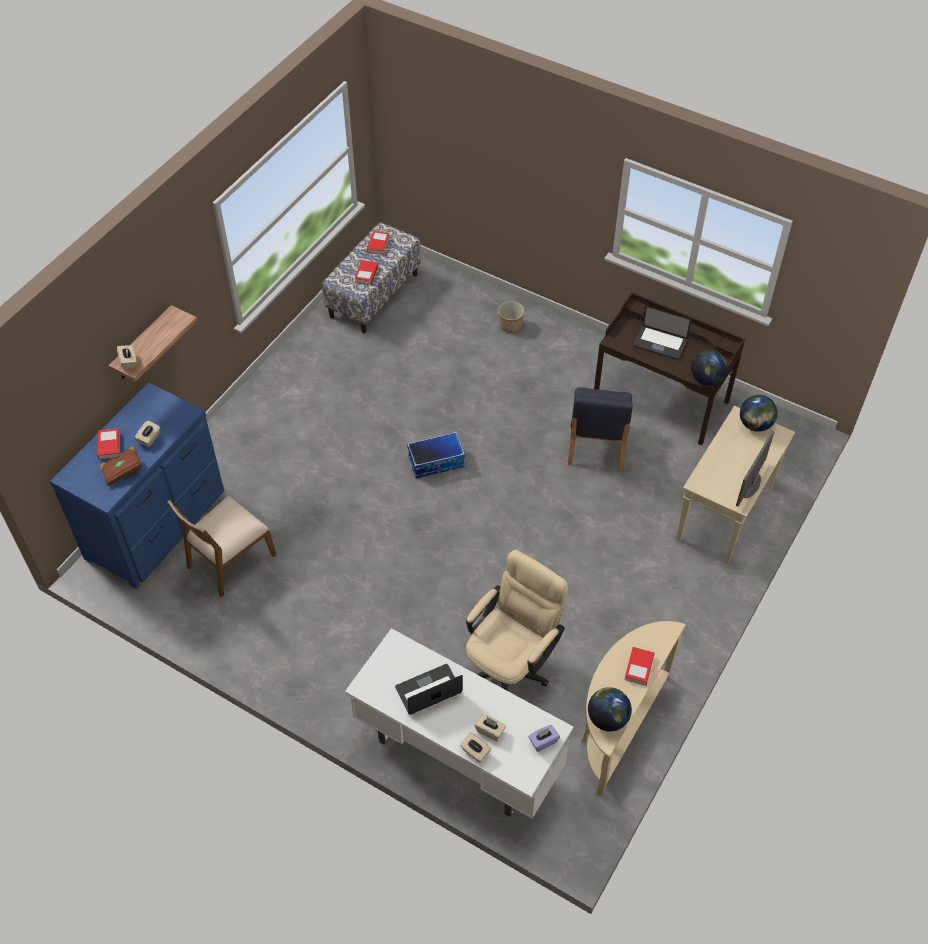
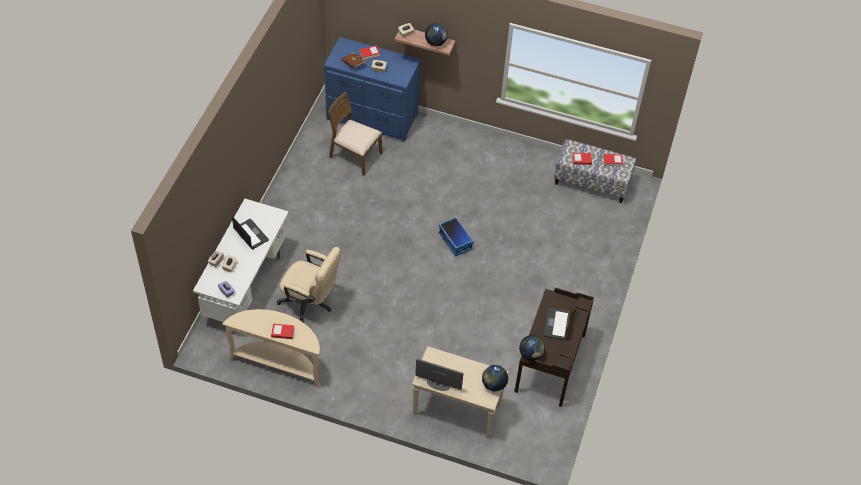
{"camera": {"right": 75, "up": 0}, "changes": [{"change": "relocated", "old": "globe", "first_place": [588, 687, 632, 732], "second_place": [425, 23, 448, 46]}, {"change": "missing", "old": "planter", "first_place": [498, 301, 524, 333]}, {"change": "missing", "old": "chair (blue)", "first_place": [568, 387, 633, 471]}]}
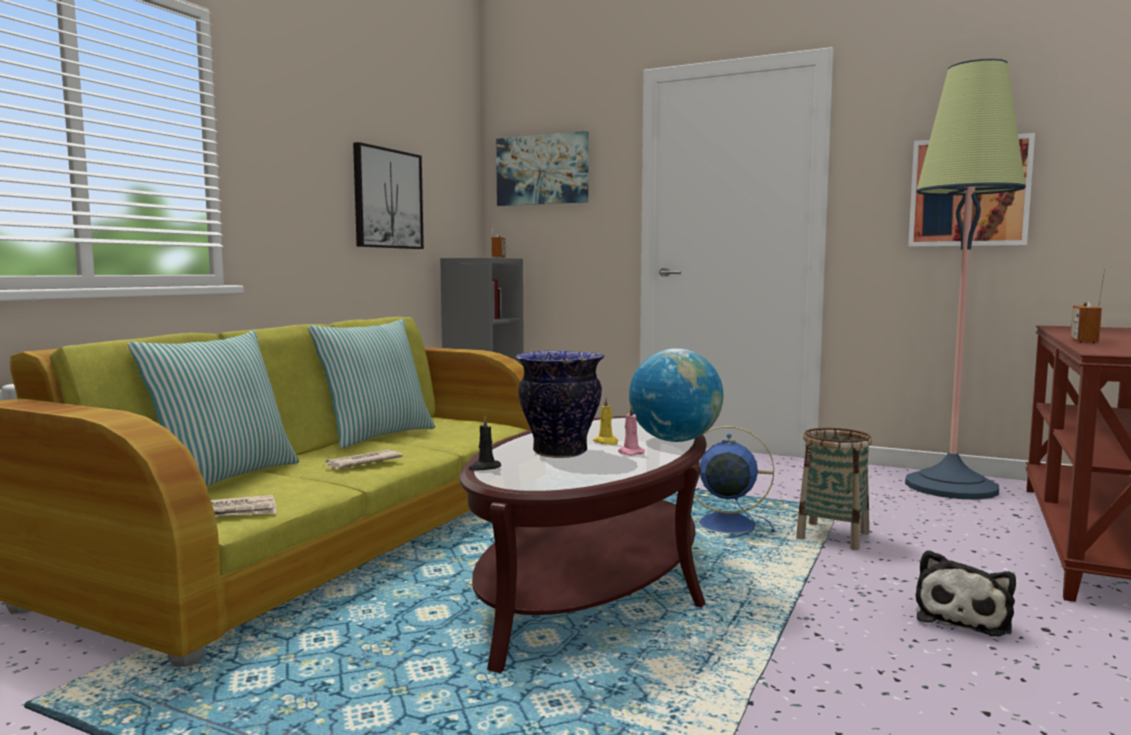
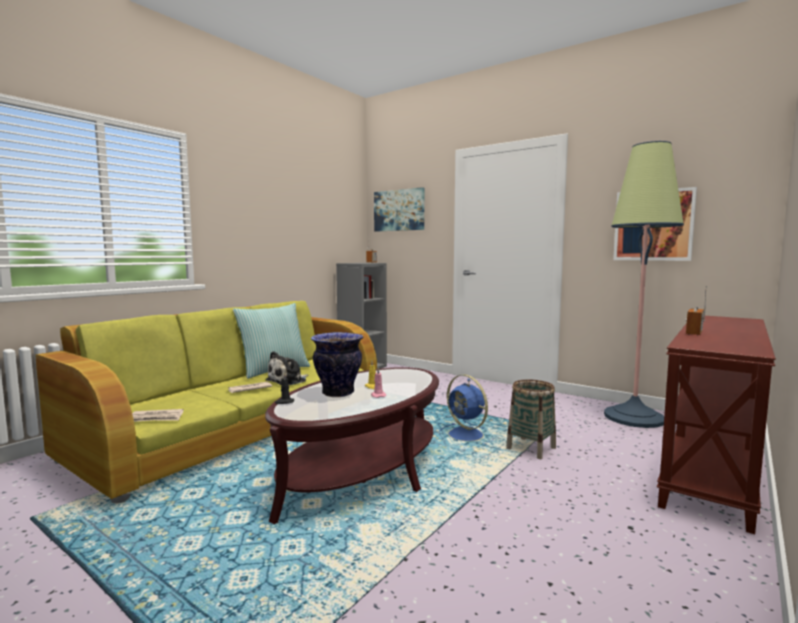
{"camera": {"right": 10, "up": 0}, "changes": [{"change": "relocated", "old": "plush toy", "first_place": [916, 550, 1016, 636], "second_place": [266, 351, 308, 385]}, {"change": "spun", "old": "fan (blue)", "first_place": [694, 426, 775, 538], "second_place": [439, 375, 495, 444], "degrees": -150}, {"change": "missing", "old": "pillow", "first_place": [127, 330, 299, 486]}, {"change": "missing", "old": "picture", "first_place": [353, 142, 424, 249]}, {"change": "missing", "old": "globe", "first_place": [629, 348, 723, 442]}]}
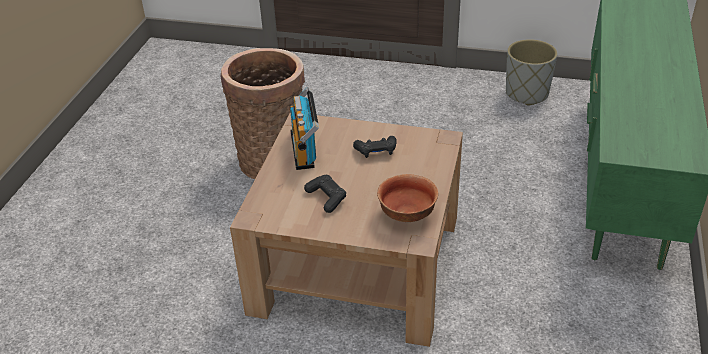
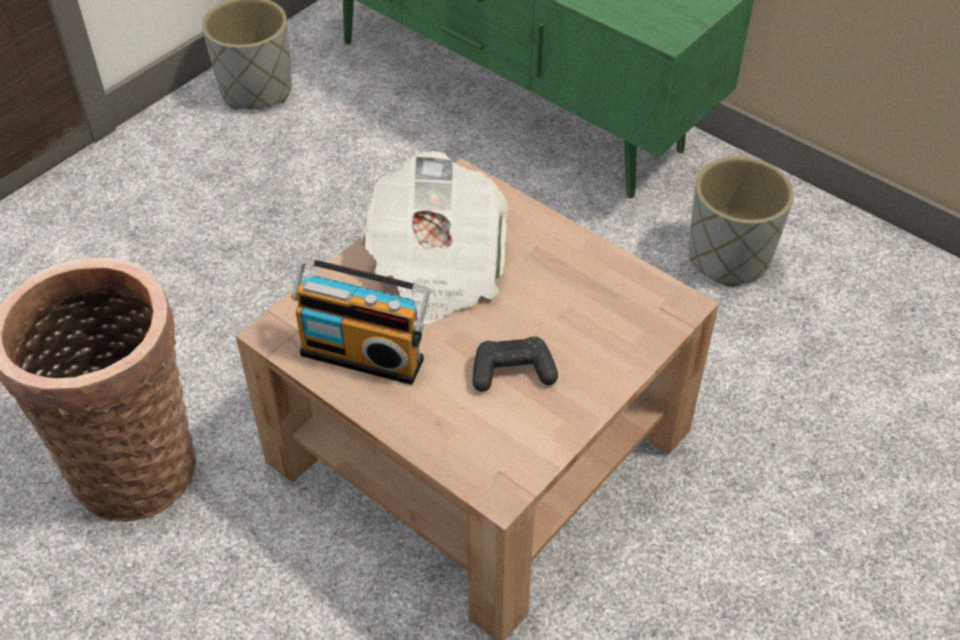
{"camera": {"right": -65, "up": 10}, "changes": [{"change": "exchanged", "old": "game controller (black)", "new": "newspaper", "first_place": [353, 136, 397, 158], "second_place": [361, 151, 508, 324]}, {"change": "appeared", "new": "planter (grey)", "second_place": [689, 156, 794, 287]}, {"change": "missing", "old": "bowl", "first_place": [377, 174, 438, 222]}]}
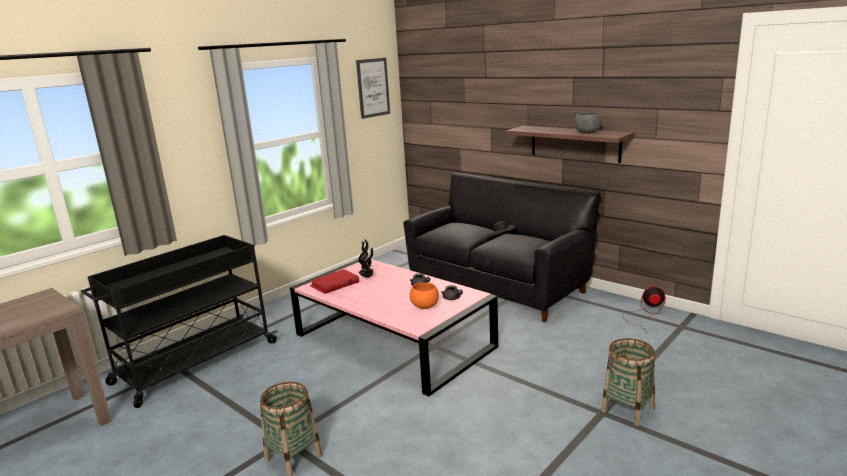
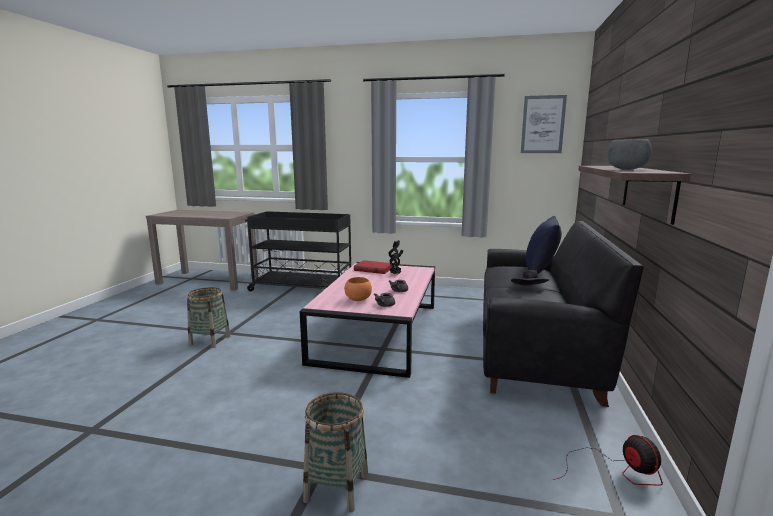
{"camera": {"right": 60, "up": -5}, "changes": [{"change": "appeared", "new": "pillow (blue)", "second_place": [526, 216, 562, 274]}]}
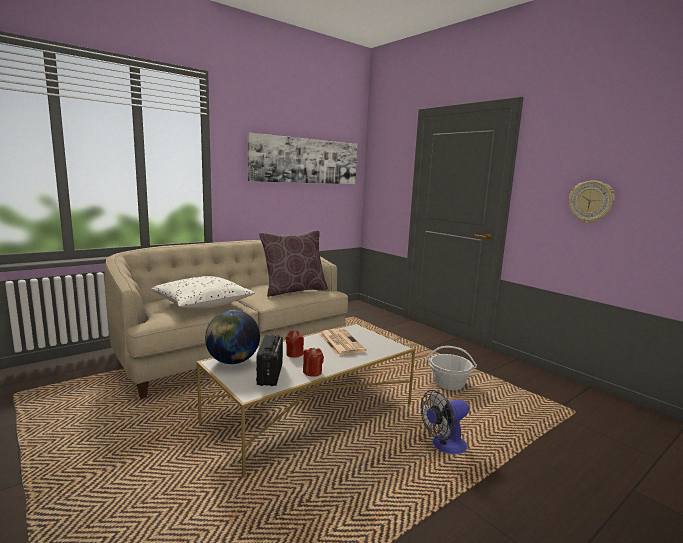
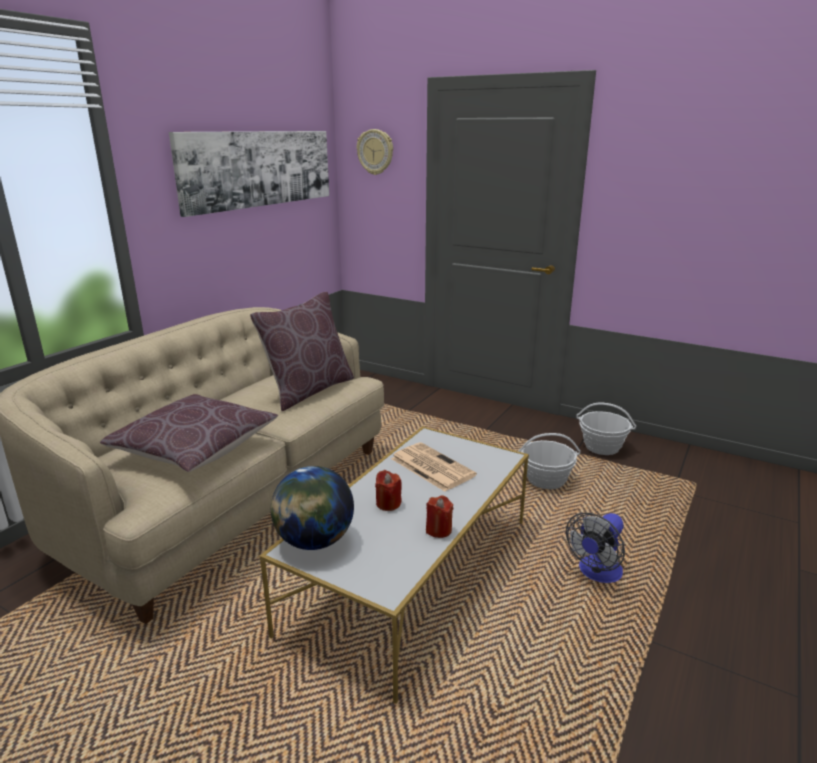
{"camera": {"right": -20, "up": 10}, "changes": [{"change": "colour", "old": "pillow (white)", "new": "pillow (brown)", "first_place": [151, 276, 255, 309], "second_place": [100, 394, 278, 472]}, {"change": "relocated", "old": "wall clock", "first_place": [569, 180, 615, 223], "second_place": [357, 129, 393, 175]}, {"change": "appeared", "new": "basket", "second_place": [576, 403, 636, 455]}, {"change": "missing", "old": "radio", "first_place": [256, 335, 283, 386]}]}
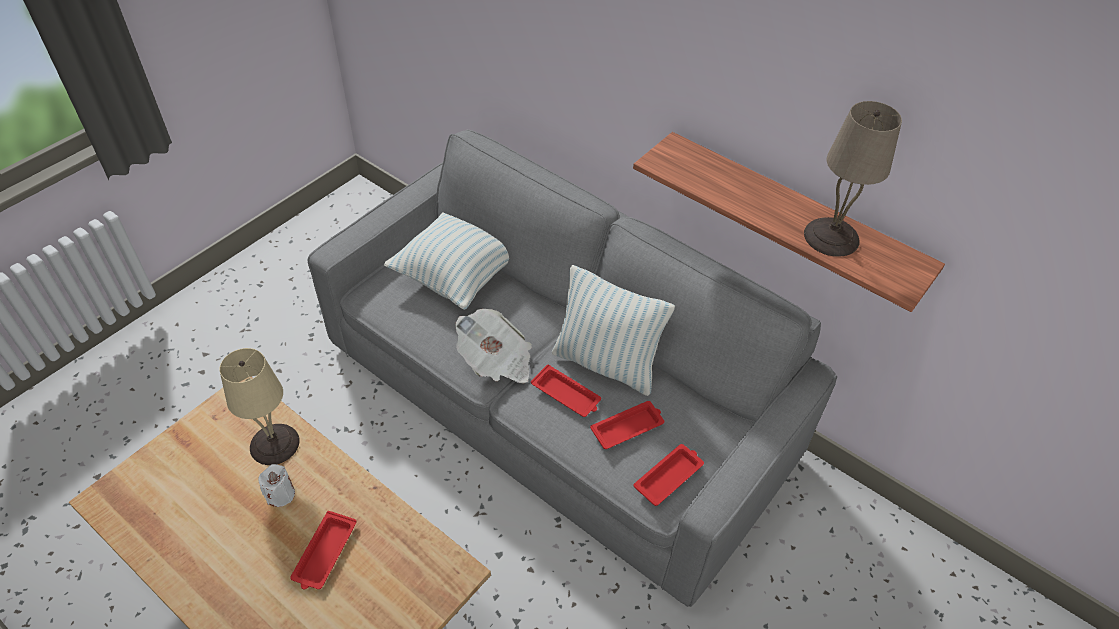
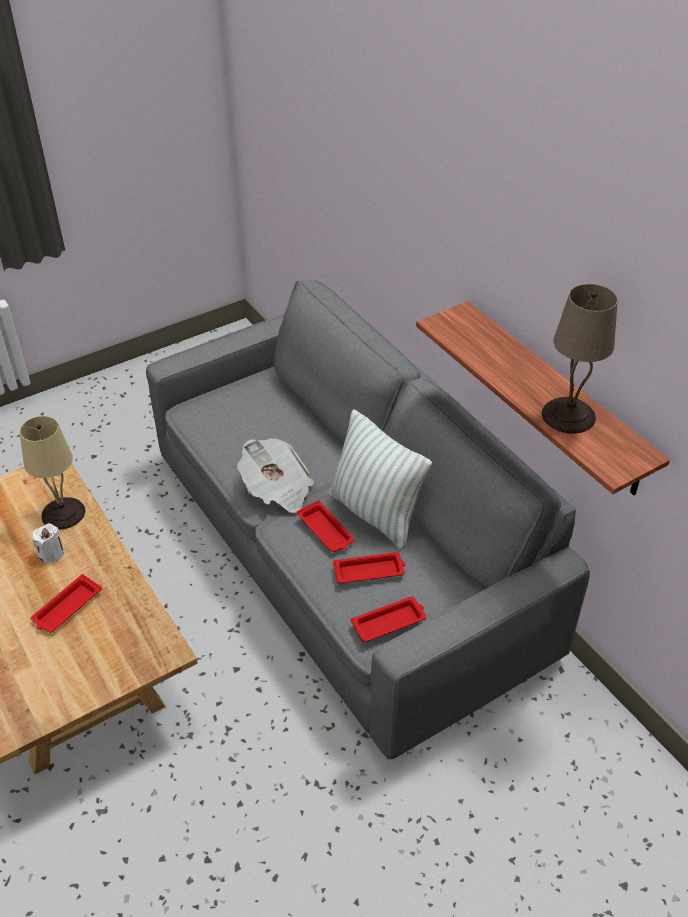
{"camera": {"right": 20, "up": -5}, "changes": [{"change": "missing", "old": "pillow", "first_place": [384, 212, 509, 310]}]}
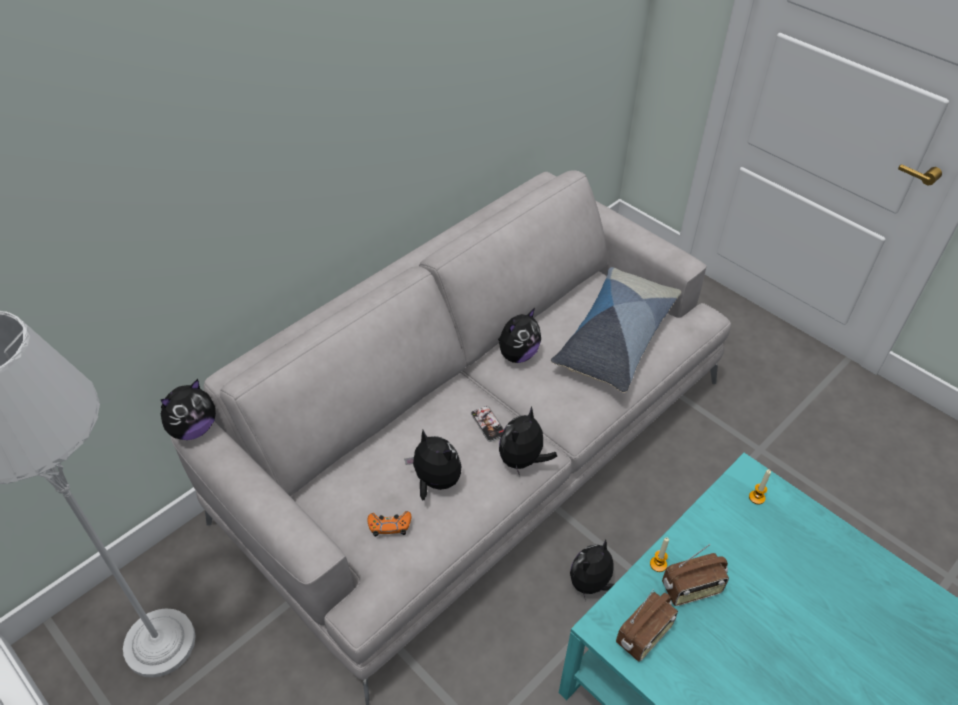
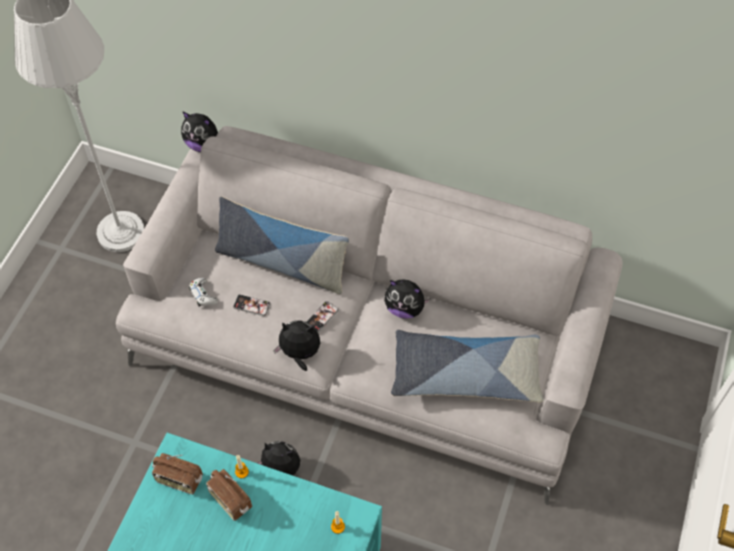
{"camera": {"right": 65, "up": 10}, "changes": [{"change": "colour", "old": "game controller (orange)", "new": "game controller (white)", "first_place": [367, 511, 412, 537], "second_place": [189, 278, 218, 307]}, {"change": "appeared", "new": "pillow", "second_place": [215, 196, 349, 294]}, {"change": "exchanged", "old": "plush toy", "new": "phone", "first_place": [404, 430, 461, 501], "second_place": [233, 295, 271, 316]}]}
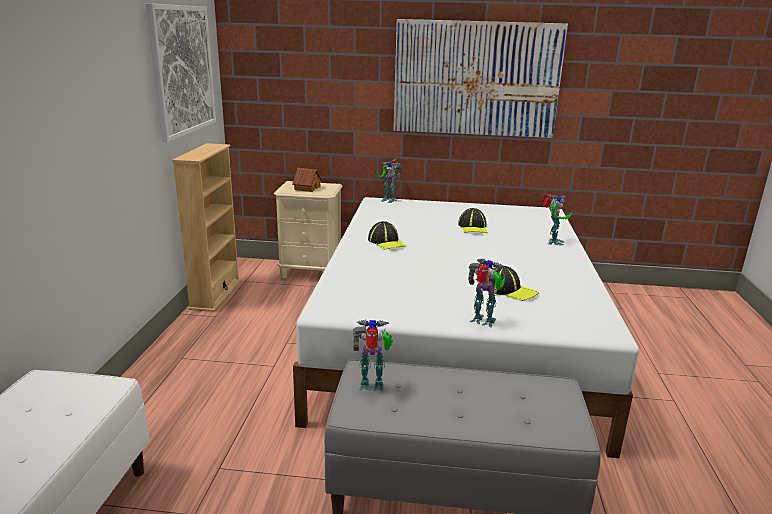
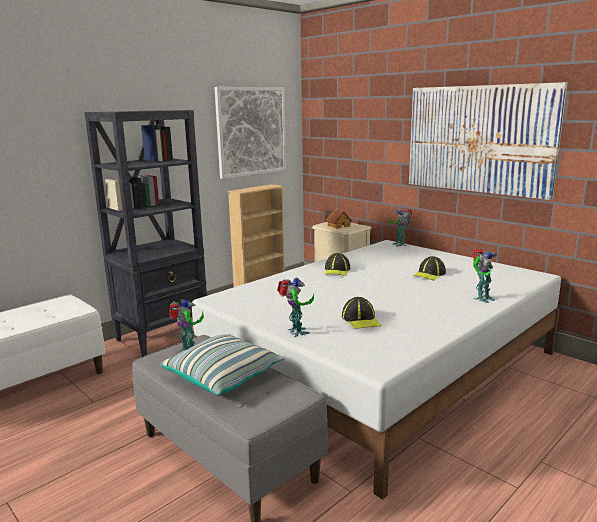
{"camera": {"right": 40, "up": -5}, "changes": [{"change": "appeared", "new": "bookcase (black)", "second_place": [84, 110, 207, 357]}, {"change": "appeared", "new": "pillow", "second_place": [160, 334, 284, 395]}]}
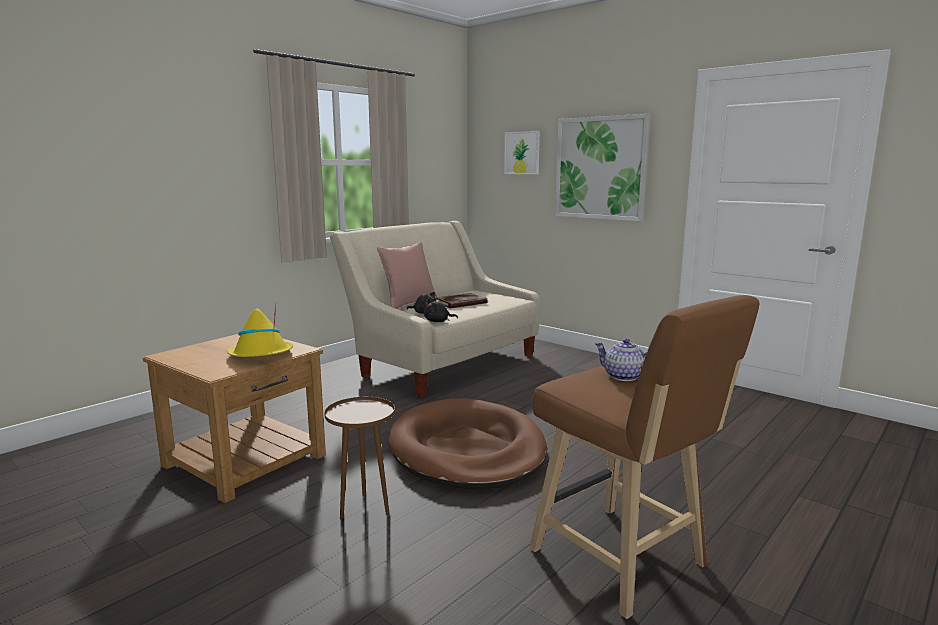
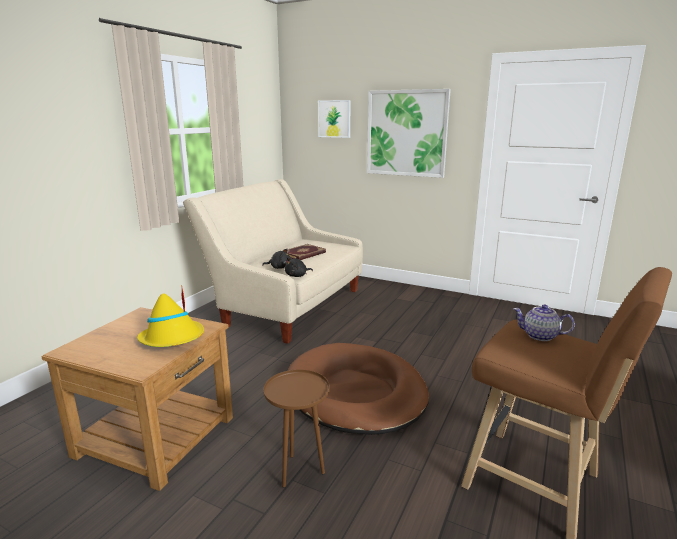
{"camera": {"right": -15, "up": 5}, "changes": [{"change": "missing", "old": "pillow (pink)", "first_place": [377, 242, 438, 309]}]}
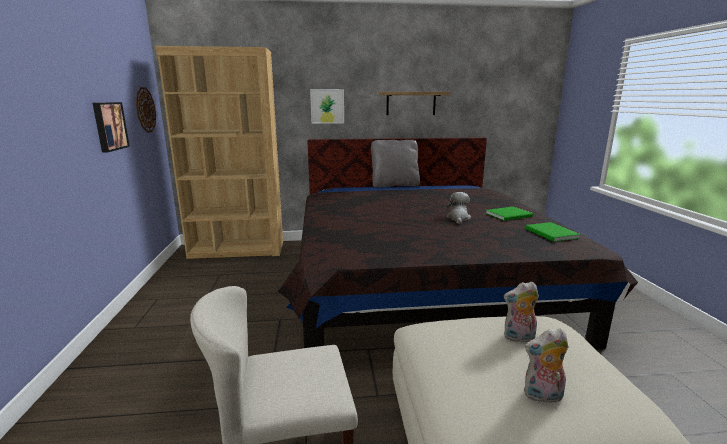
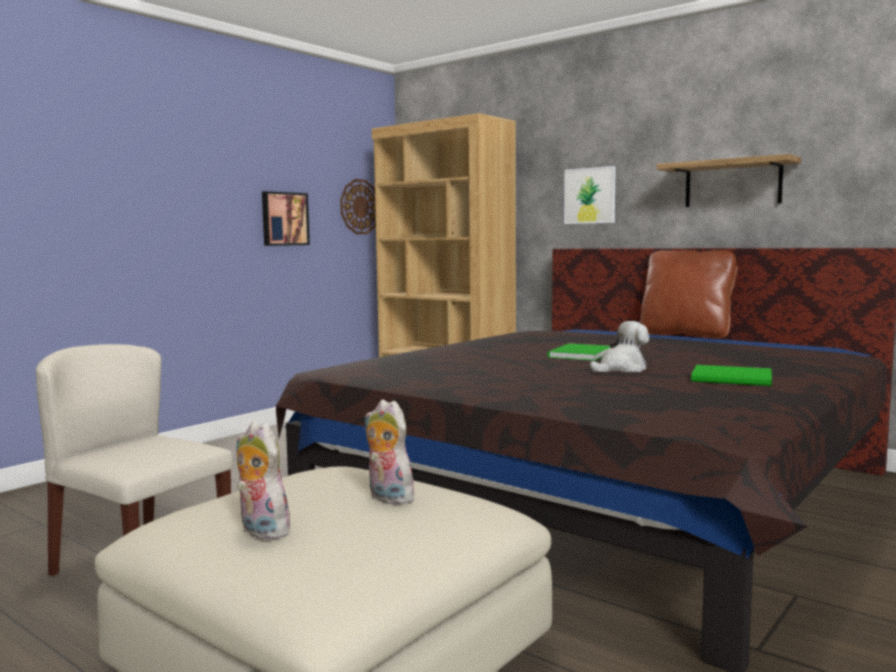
{"camera": {"right": 45, "up": -10}, "changes": [{"change": "relocated", "old": "book (green)", "first_place": [525, 222, 581, 242], "second_place": [548, 343, 611, 361]}, {"change": "colour", "old": "pillow (grey)", "new": "pillow (brown)", "first_place": [371, 140, 420, 187], "second_place": [640, 250, 737, 338]}]}
